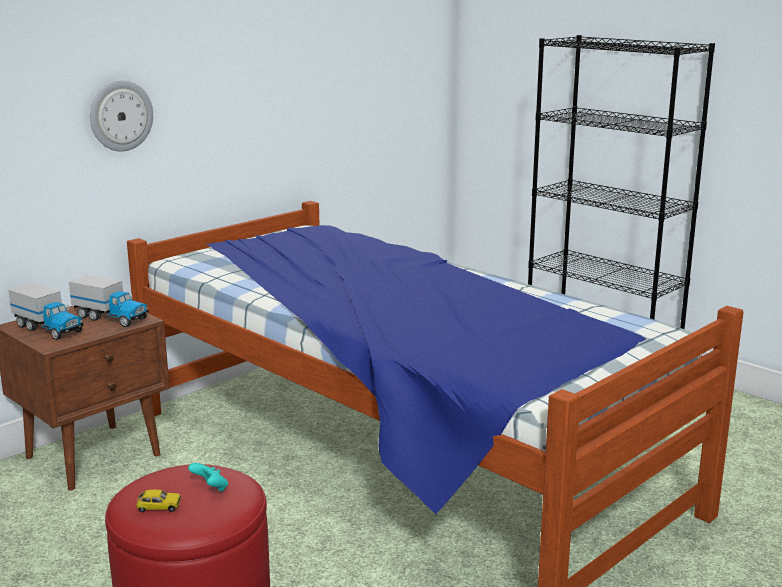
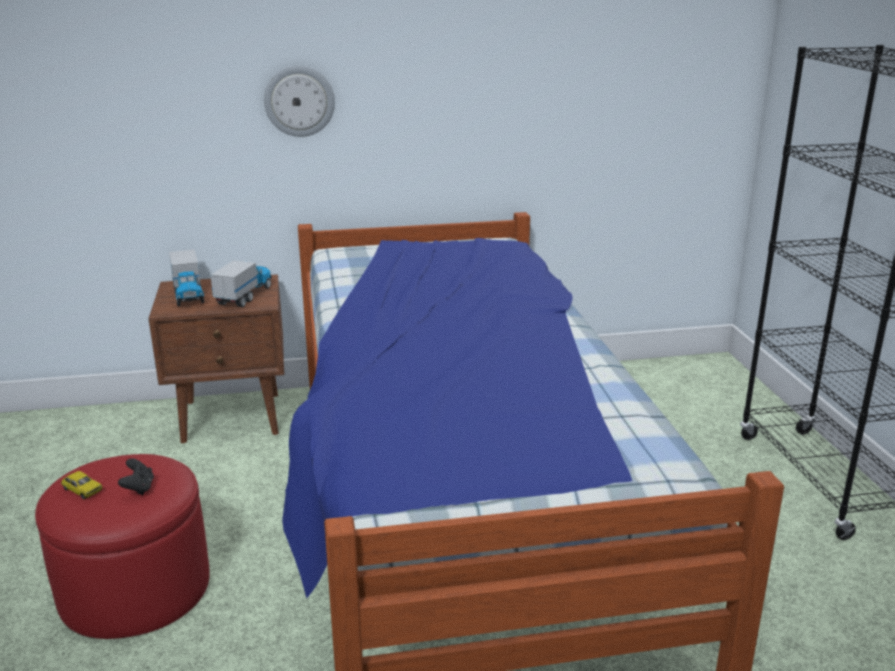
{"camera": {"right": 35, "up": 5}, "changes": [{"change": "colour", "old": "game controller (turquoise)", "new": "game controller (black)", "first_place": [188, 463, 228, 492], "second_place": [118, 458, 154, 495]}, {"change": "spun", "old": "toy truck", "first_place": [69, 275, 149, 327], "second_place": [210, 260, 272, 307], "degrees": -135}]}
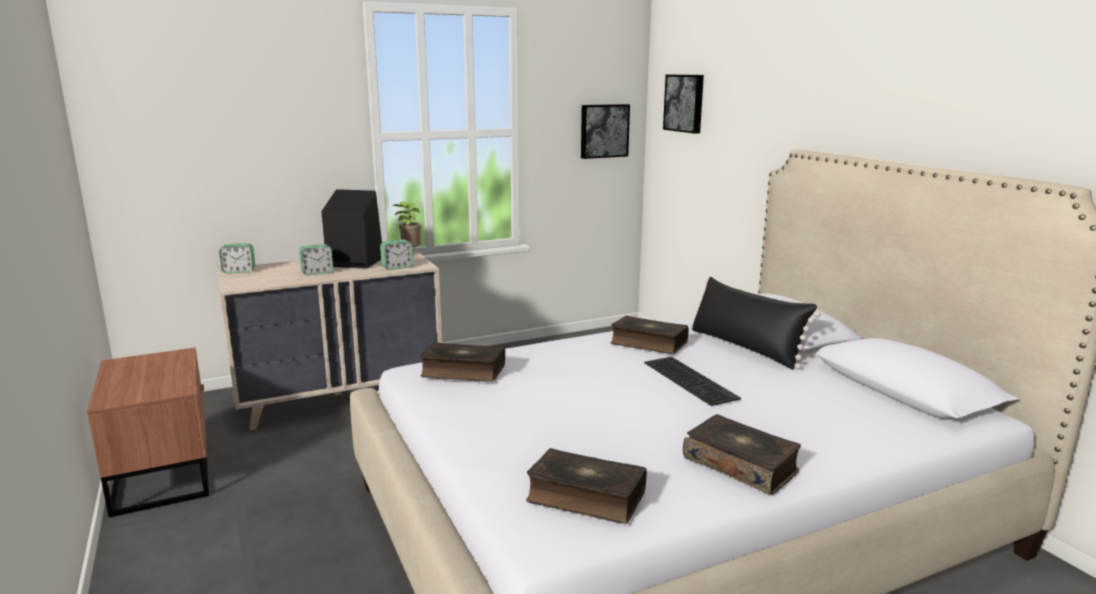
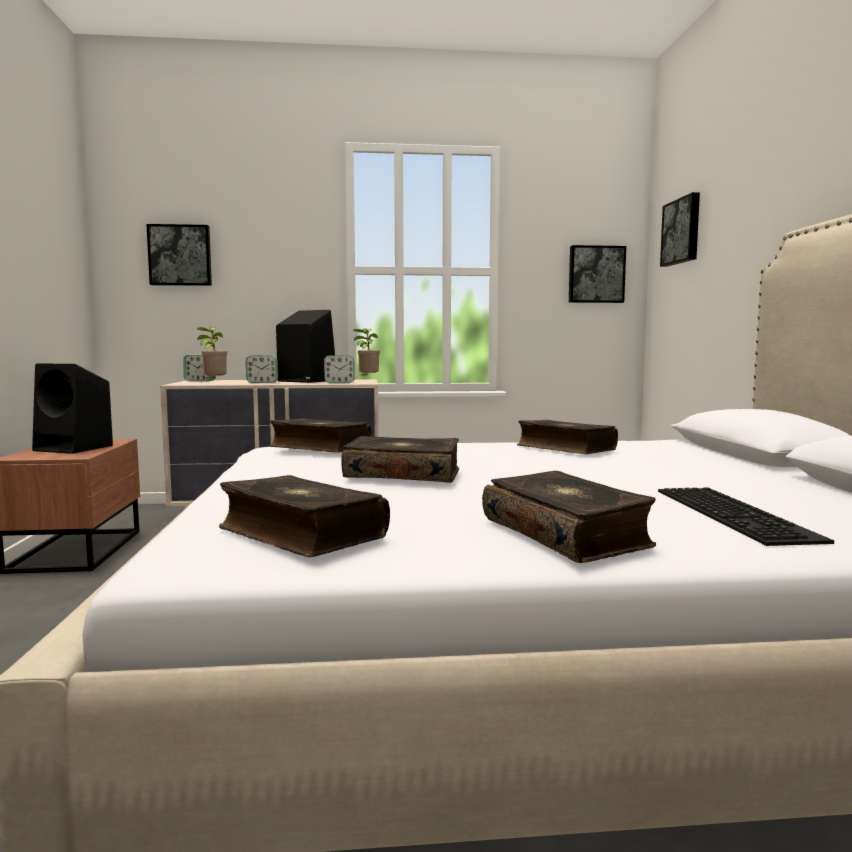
{"camera": {"right": 20, "up": -10}, "changes": [{"change": "appeared", "new": "speaker (black)", "second_place": [32, 363, 113, 454]}, {"change": "appeared", "new": "picture", "second_place": [146, 224, 212, 286]}, {"change": "appeared", "new": "potted plant", "second_place": [197, 327, 227, 382]}, {"change": "appeared", "new": "book", "second_place": [341, 436, 459, 483]}, {"change": "relocated", "old": "keyboard", "first_place": [644, 357, 741, 406], "second_place": [658, 487, 834, 546]}, {"change": "missing", "old": "pillow (black)", "first_place": [690, 277, 820, 370]}]}
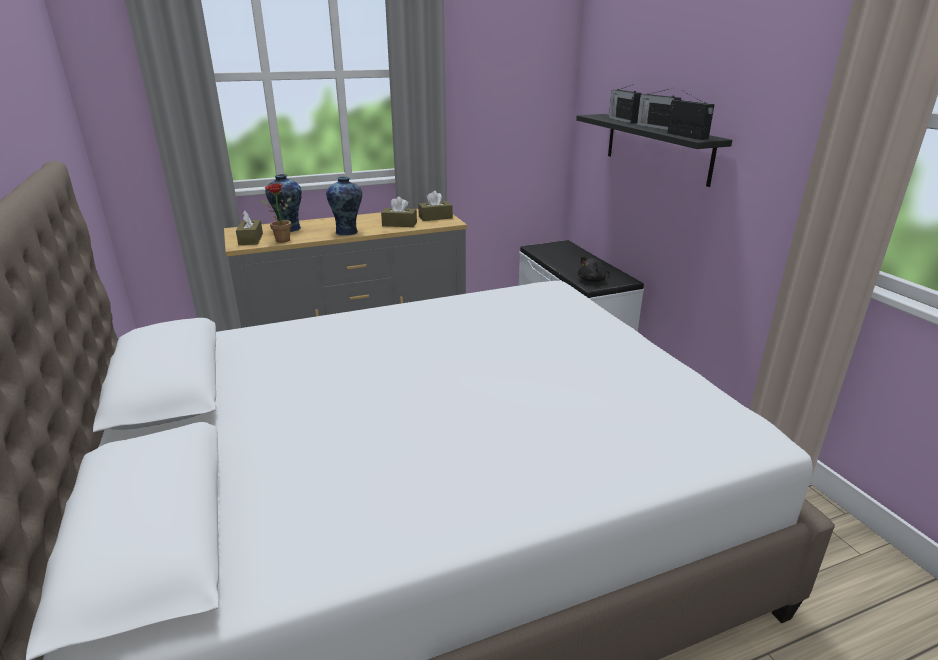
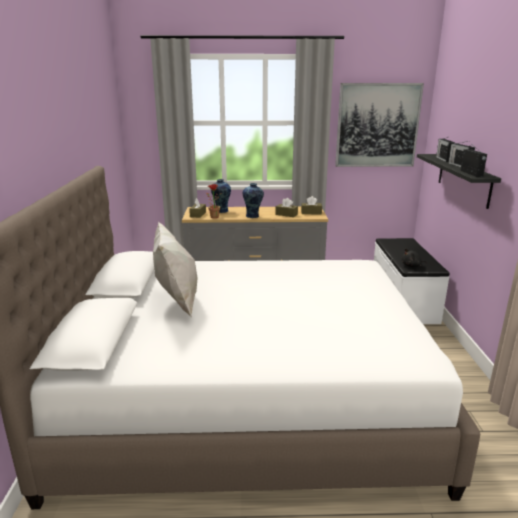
{"camera": {"right": 20, "up": -5}, "changes": [{"change": "appeared", "new": "pillow (white)", "second_place": [153, 221, 198, 318]}, {"change": "appeared", "new": "picture", "second_place": [335, 83, 424, 167]}]}
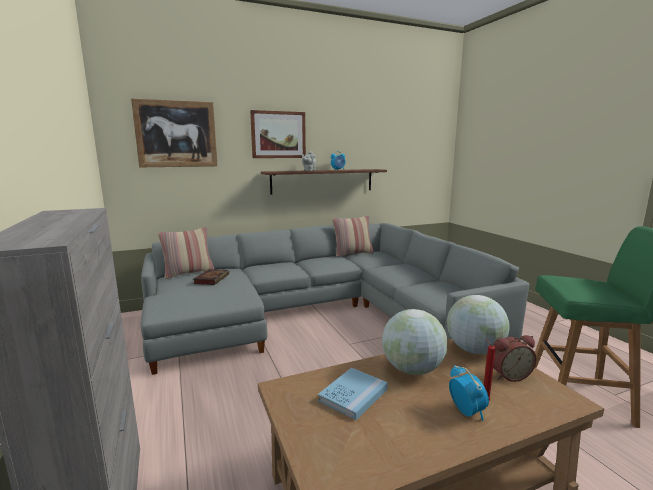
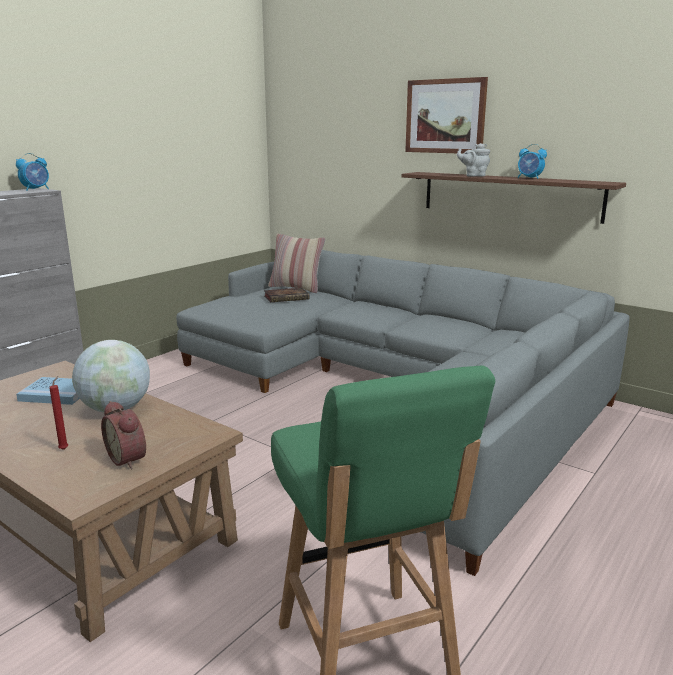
{"camera": {"right": 60, "up": 5}, "changes": [{"change": "relocated", "old": "alarm clock", "first_place": [449, 365, 489, 421], "second_place": [16, 153, 49, 191]}, {"change": "missing", "old": "picture", "first_place": [131, 99, 218, 167]}, {"change": "missing", "old": "pillow", "first_place": [332, 216, 374, 257]}, {"change": "missing", "old": "globe", "first_place": [447, 295, 510, 354]}]}
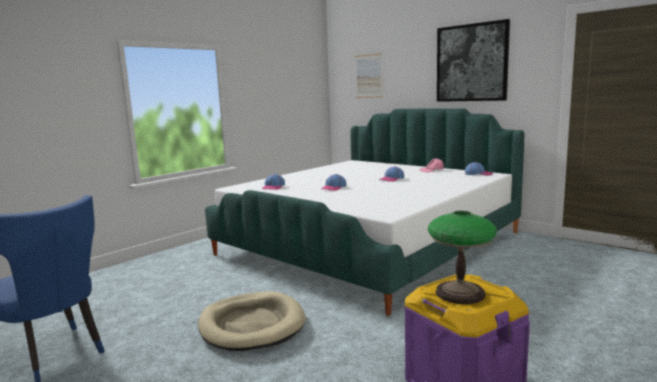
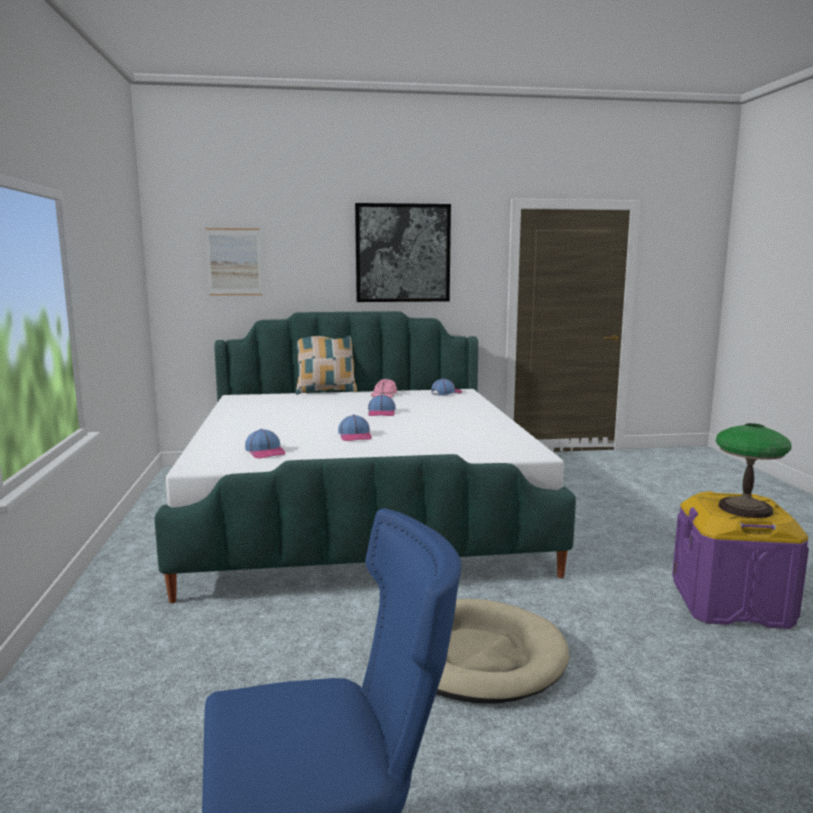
{"camera": {"right": -50, "up": 0}, "changes": [{"change": "appeared", "new": "pillow", "second_place": [296, 336, 357, 395]}]}
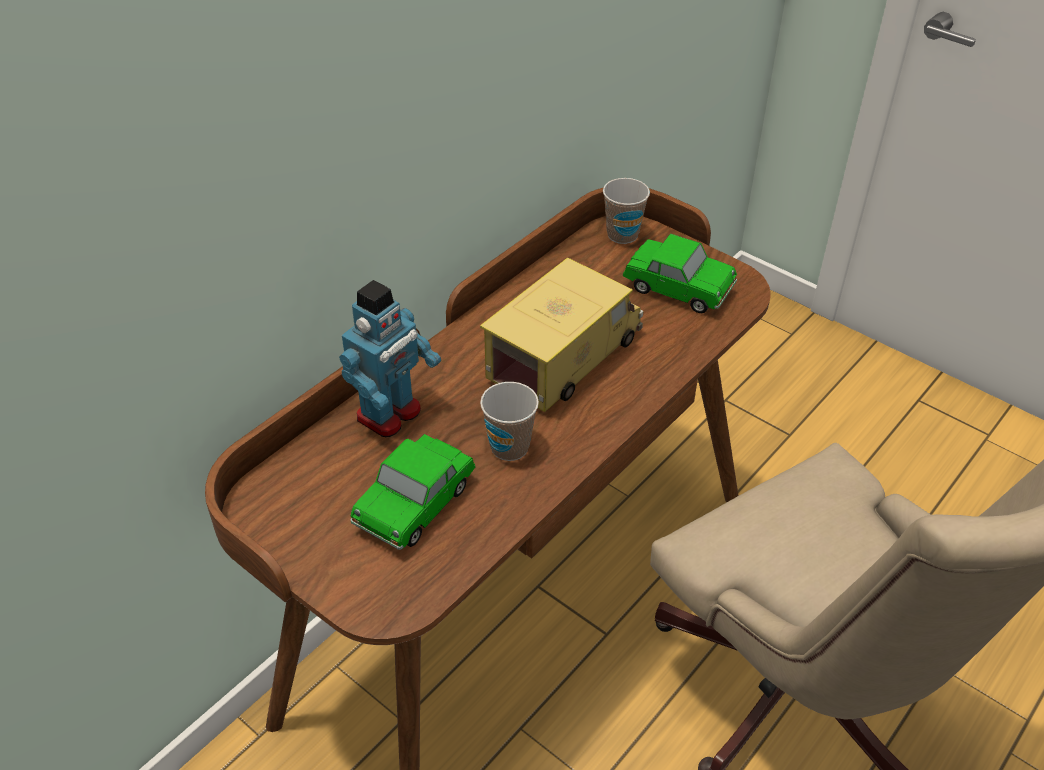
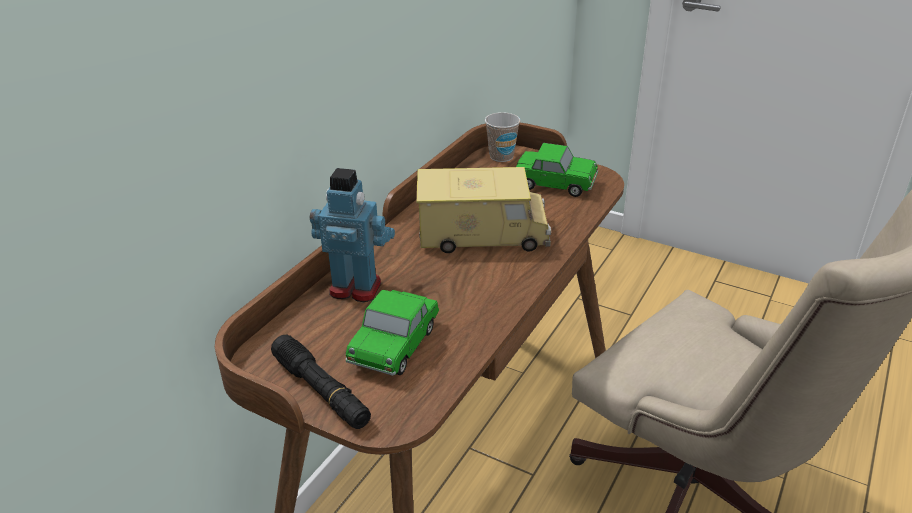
{"camera": {"right": -10, "up": -10}, "changes": [{"change": "appeared", "new": "flashlight (black)", "second_place": [271, 335, 371, 429]}, {"change": "spun", "old": "toy robot", "first_place": [339, 280, 441, 437], "second_place": [310, 168, 395, 302], "degrees": -105}, {"change": "spun", "old": "toy truck", "first_place": [480, 257, 643, 412], "second_place": [416, 167, 551, 253], "degrees": 60}, {"change": "missing", "old": "cup", "first_place": [480, 382, 539, 461]}]}
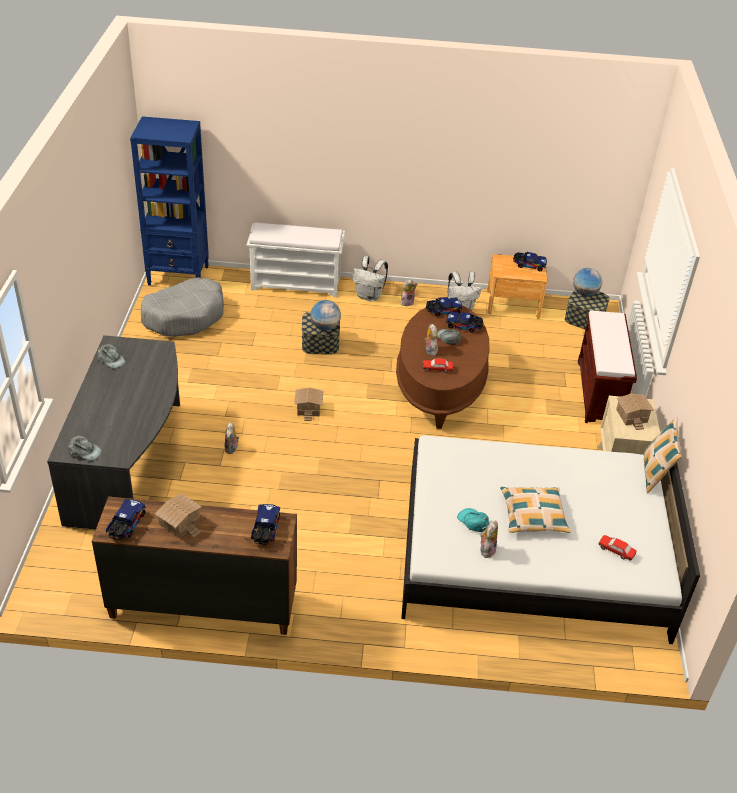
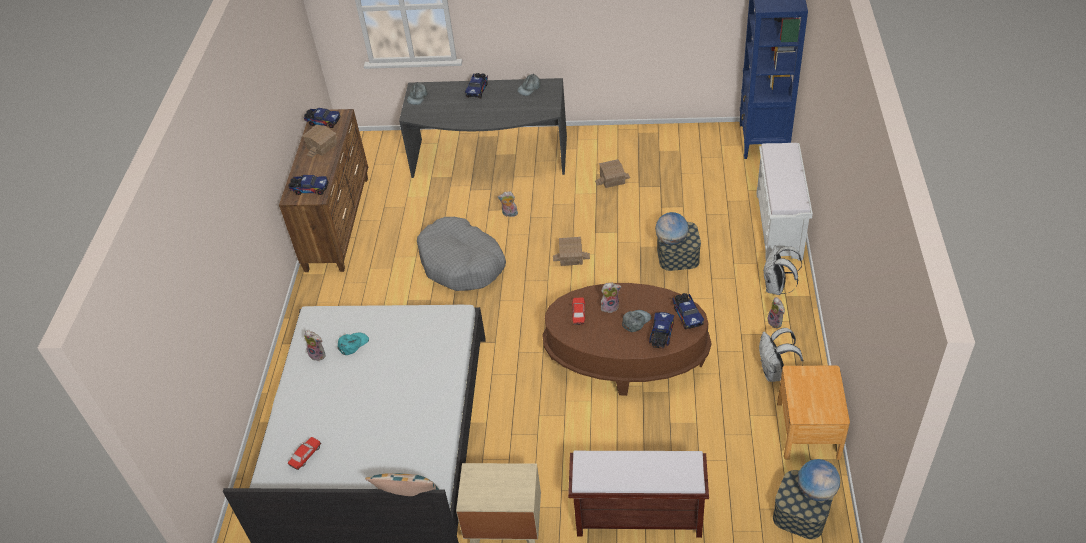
{"camera": {"right": 95, "up": 5}, "changes": [{"change": "relocated", "old": "dog bed (grey)", "first_place": [141, 277, 224, 337], "second_place": [417, 217, 506, 291]}, {"change": "relocated", "old": "toy truck", "first_place": [513, 252, 547, 271], "second_place": [465, 73, 488, 98]}, {"change": "relocated", "old": "toy house", "first_place": [616, 394, 654, 430], "second_place": [595, 159, 630, 188]}, {"change": "missing", "old": "pillow", "first_place": [500, 487, 570, 533]}]}
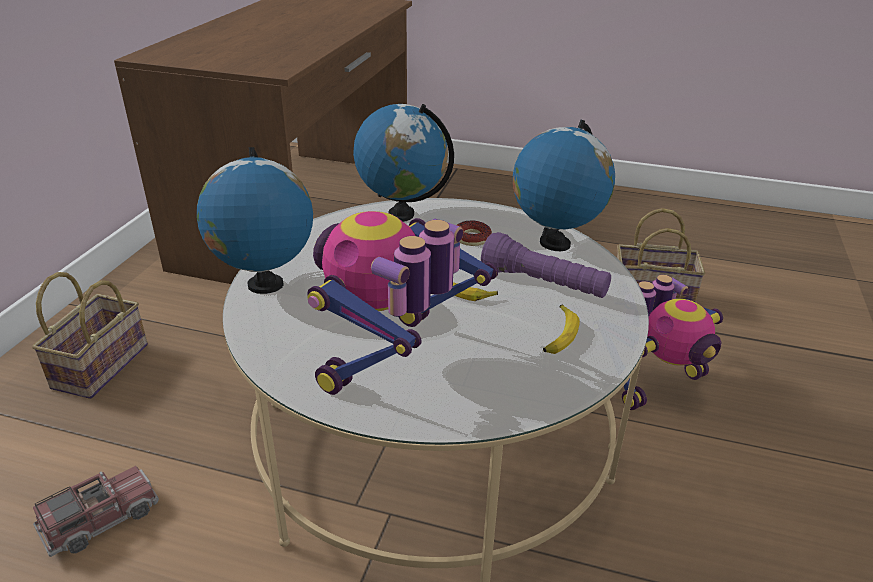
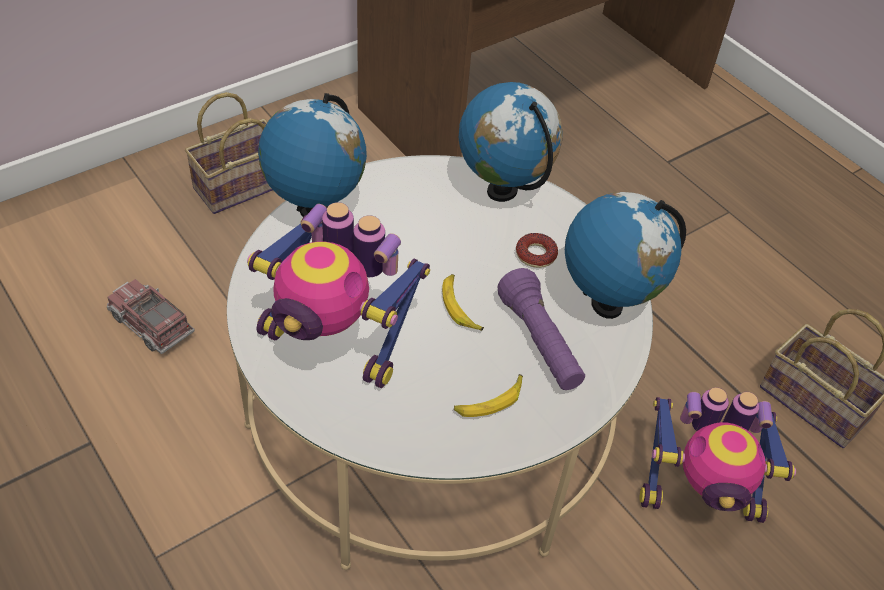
{"camera": {"right": 35, "up": 15}, "changes": [{"change": "spun", "old": "toy truck", "first_place": [33, 466, 159, 557], "second_place": [107, 279, 195, 354], "degrees": -135}, {"change": "spun", "old": "toy robot", "first_place": [307, 211, 498, 395], "second_place": [247, 202, 430, 388], "degrees": -135}]}
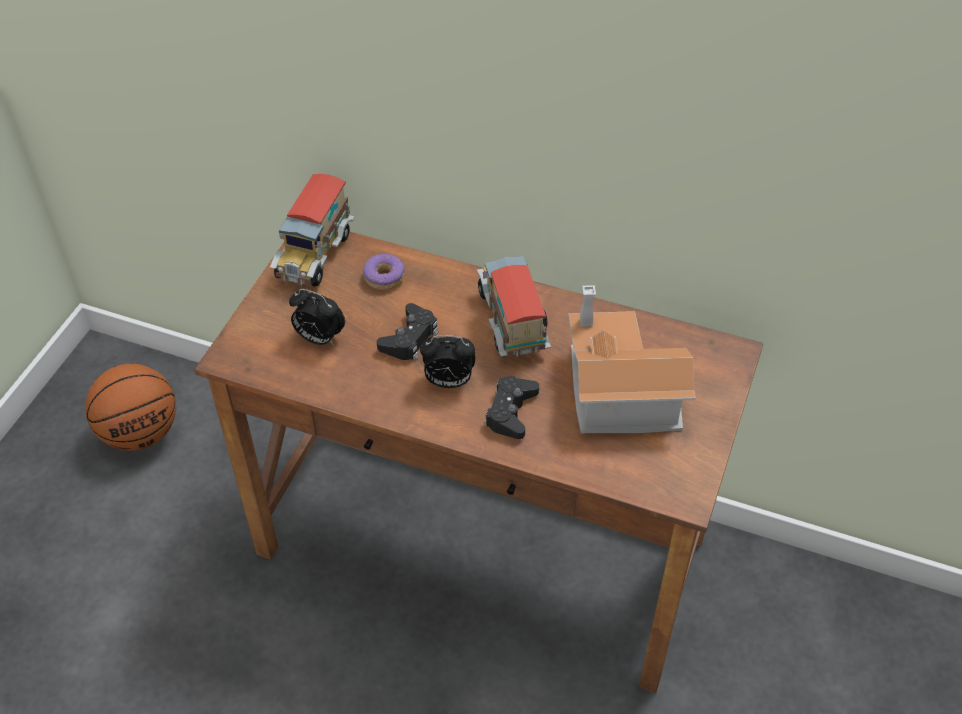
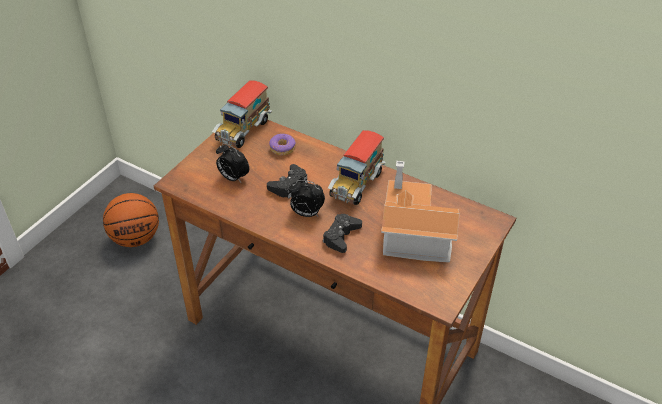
{"camera": {"right": 10, "up": -5}, "changes": [{"change": "spun", "old": "toy truck", "first_place": [477, 256, 551, 357], "second_place": [328, 130, 386, 205], "degrees": -150}]}
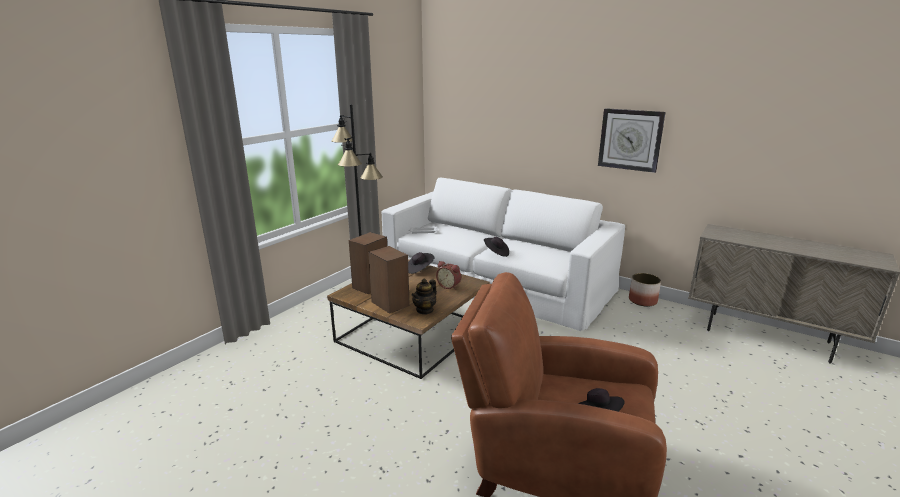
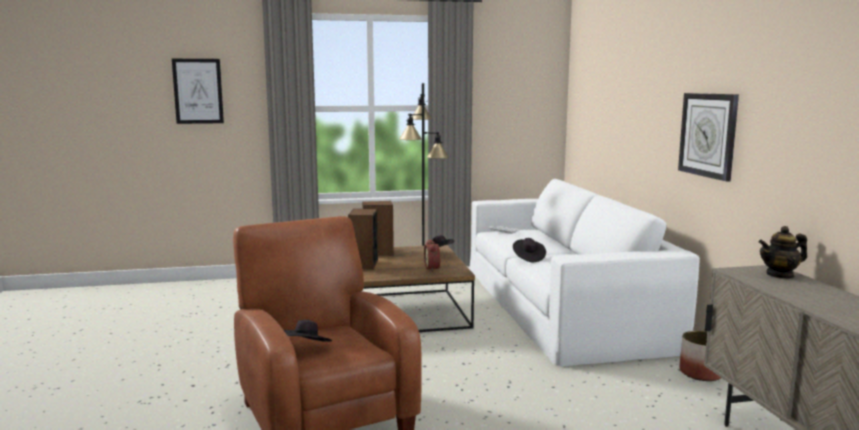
{"camera": {"right": 45, "up": -10}, "changes": [{"change": "appeared", "new": "picture", "second_place": [172, 59, 224, 124]}, {"change": "relocated", "old": "teapot", "first_place": [412, 278, 437, 315], "second_place": [759, 226, 807, 279]}]}
